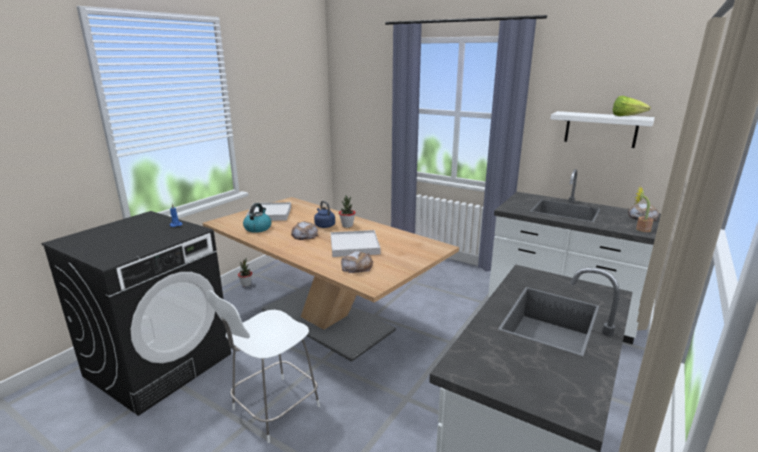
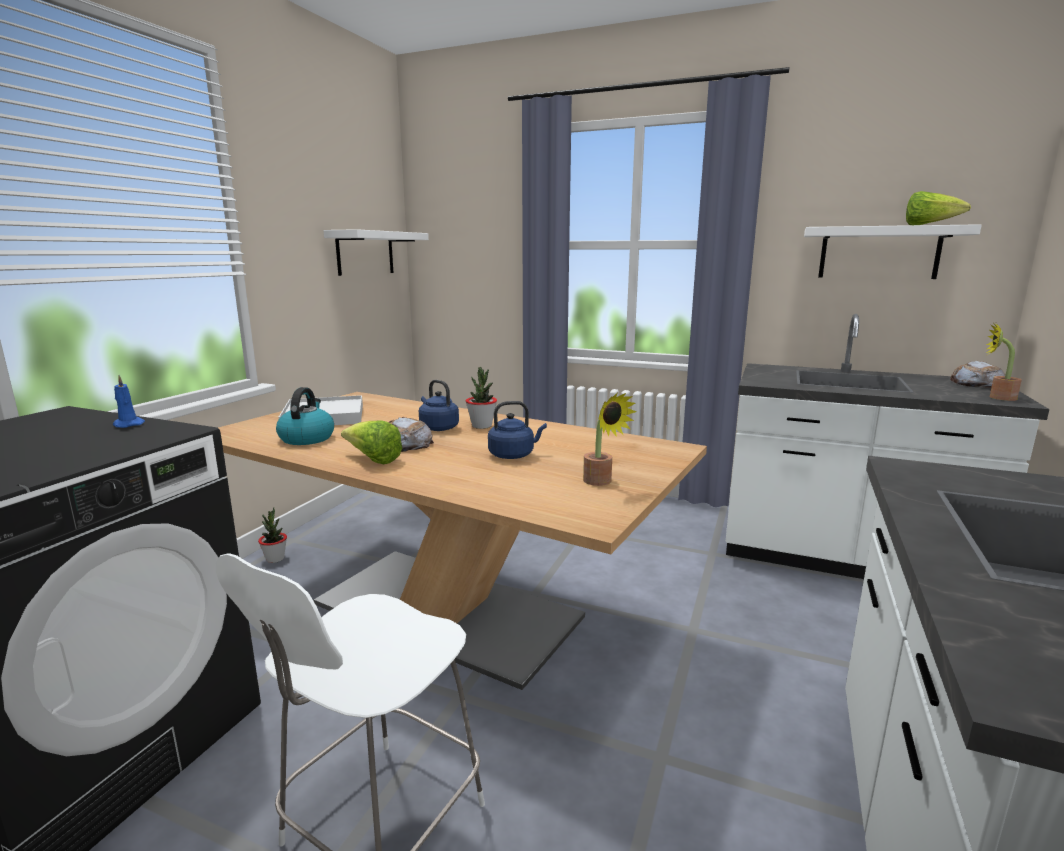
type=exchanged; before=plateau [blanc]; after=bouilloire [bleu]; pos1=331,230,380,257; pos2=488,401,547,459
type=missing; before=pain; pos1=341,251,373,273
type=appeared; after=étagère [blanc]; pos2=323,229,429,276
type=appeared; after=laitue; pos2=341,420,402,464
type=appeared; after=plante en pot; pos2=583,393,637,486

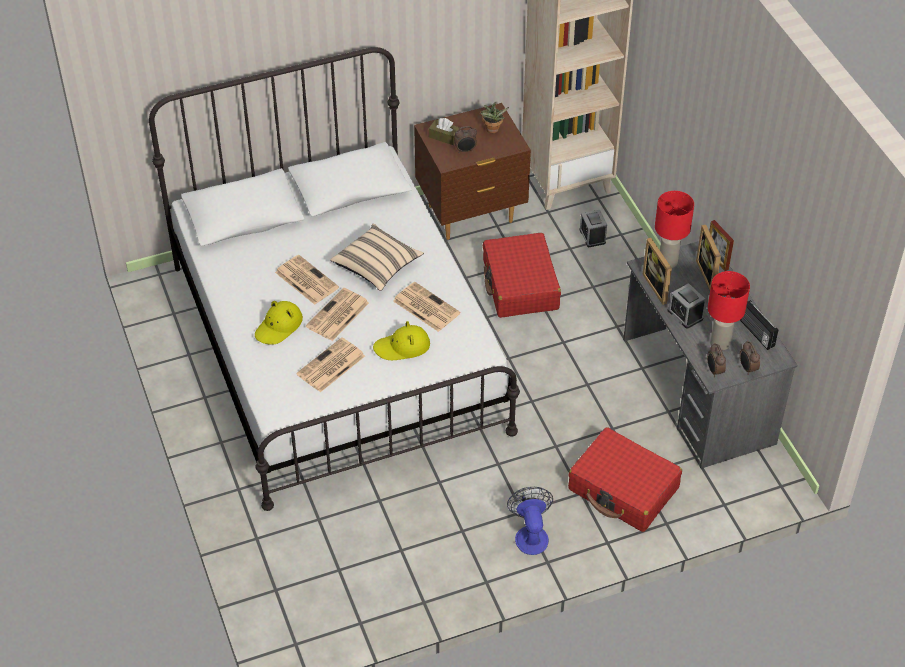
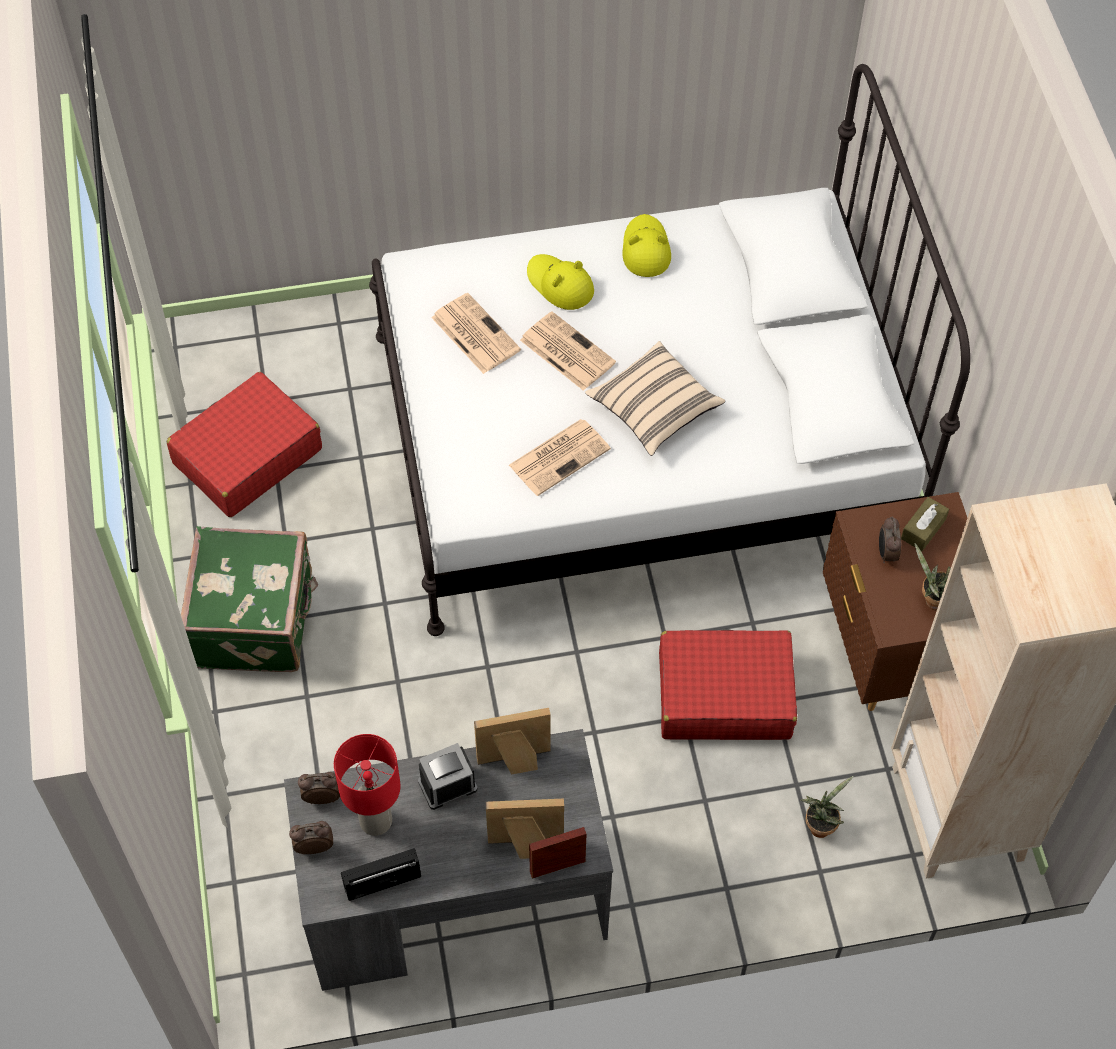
type=missing; before=journal; pos1=275,255,339,305
type=relocated; before=chapeau [jaune]; pos1=373,321,430,360; pos2=622,214,671,277
type=exchanged; before=ventilateur; after=valise [vert]; pos1=507,487,553,555; pos2=181,526,318,672
type=relocated; before=valise [rouge]; pos1=568,427,682,532; pos2=167,372,322,517
type=exchanged; before=réveil; after=plante en pot; pos1=579,210,607,247; pos2=800,776,854,838
type=missing; before=lampe de table [rouge]; pos1=655,191,694,268

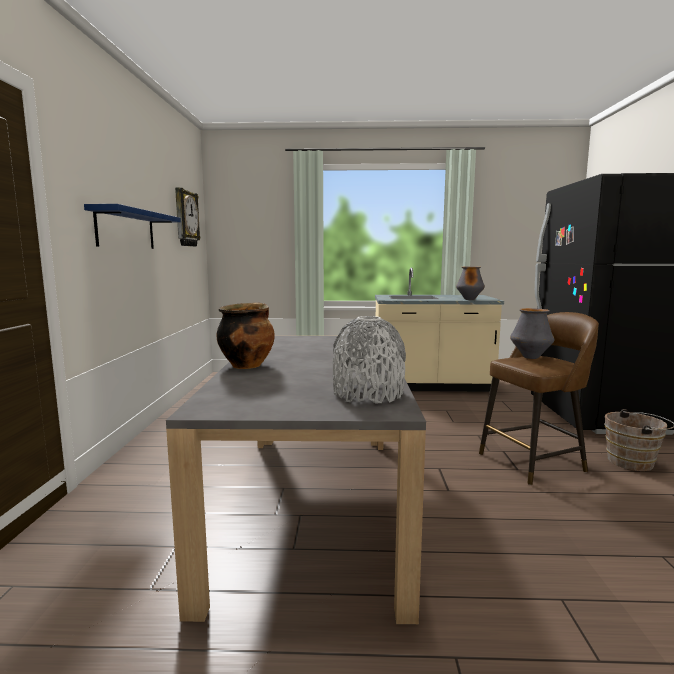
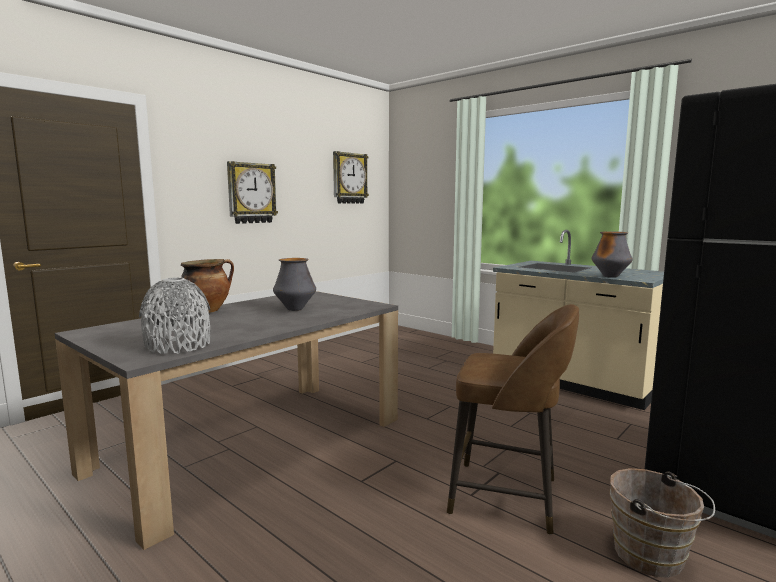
type=exchanged; before=étagère [bleu]; after=horloge murale; pos1=84,204,181,249; pos2=227,161,278,224
type=relocated; before=vase; pos1=510,308,554,359; pos2=273,258,316,311

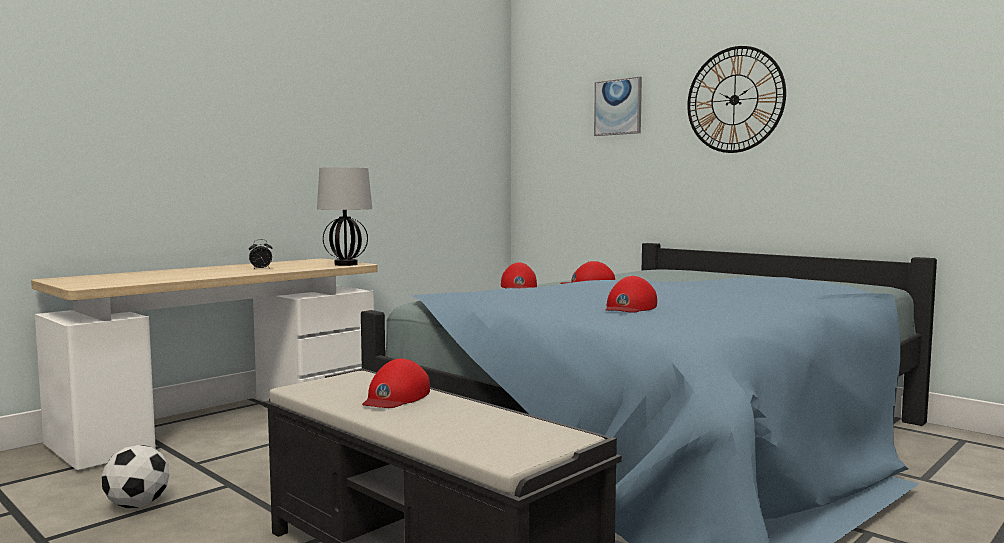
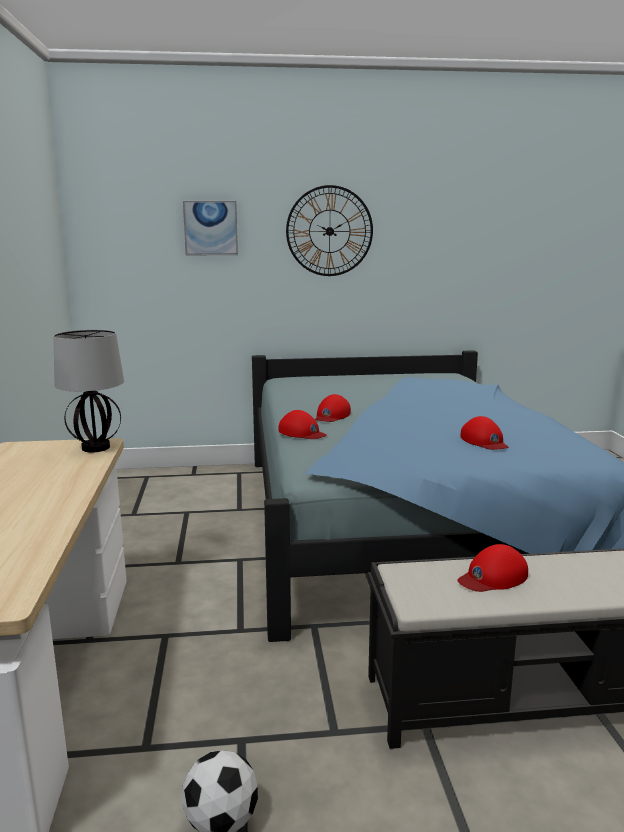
type=missing; before=réveil; pos1=249,239,272,269
type=spun; before=casquette [rouge]; pos1=362,359,430,408; pos2=457,544,528,592; turn=90

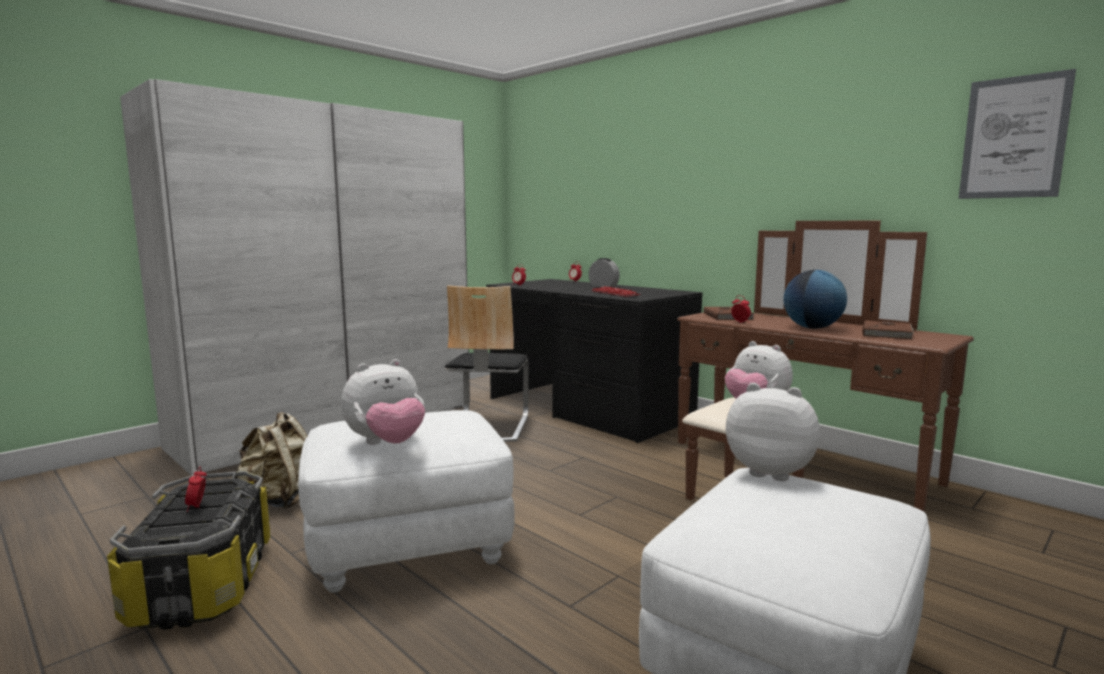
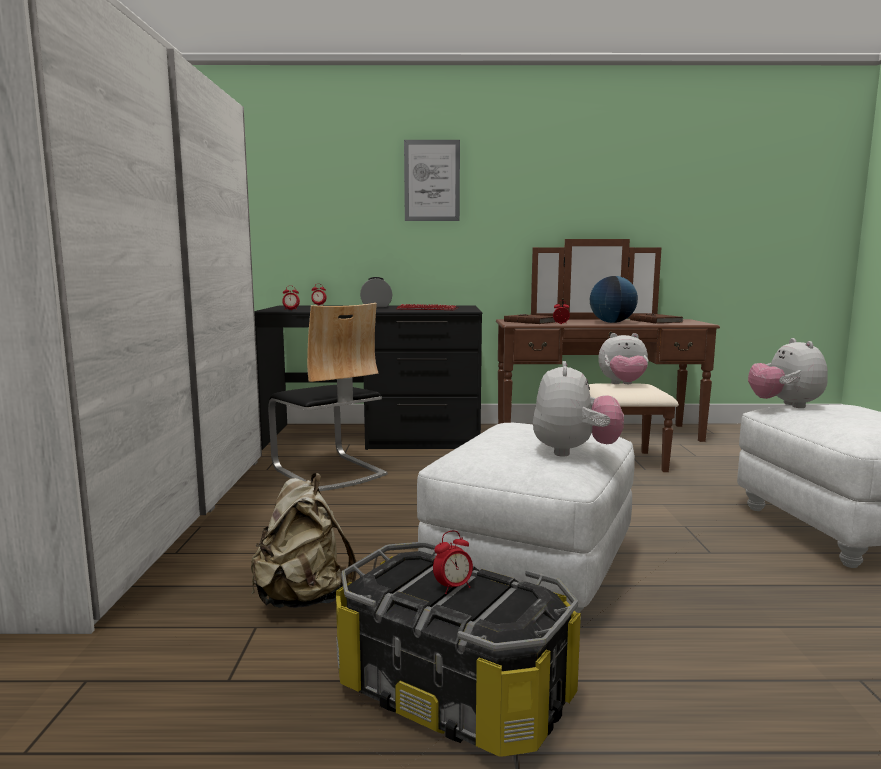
type=spun; before=réveil; pos1=185,466,207,512; pos2=433,530,473,594; turn=-60
type=spun; before=peluche; pos1=726,383,820,481; pos2=748,338,828,408; turn=-75
type=relocated; before=tableau; pos1=959,69,1076,199; pos2=404,140,460,221

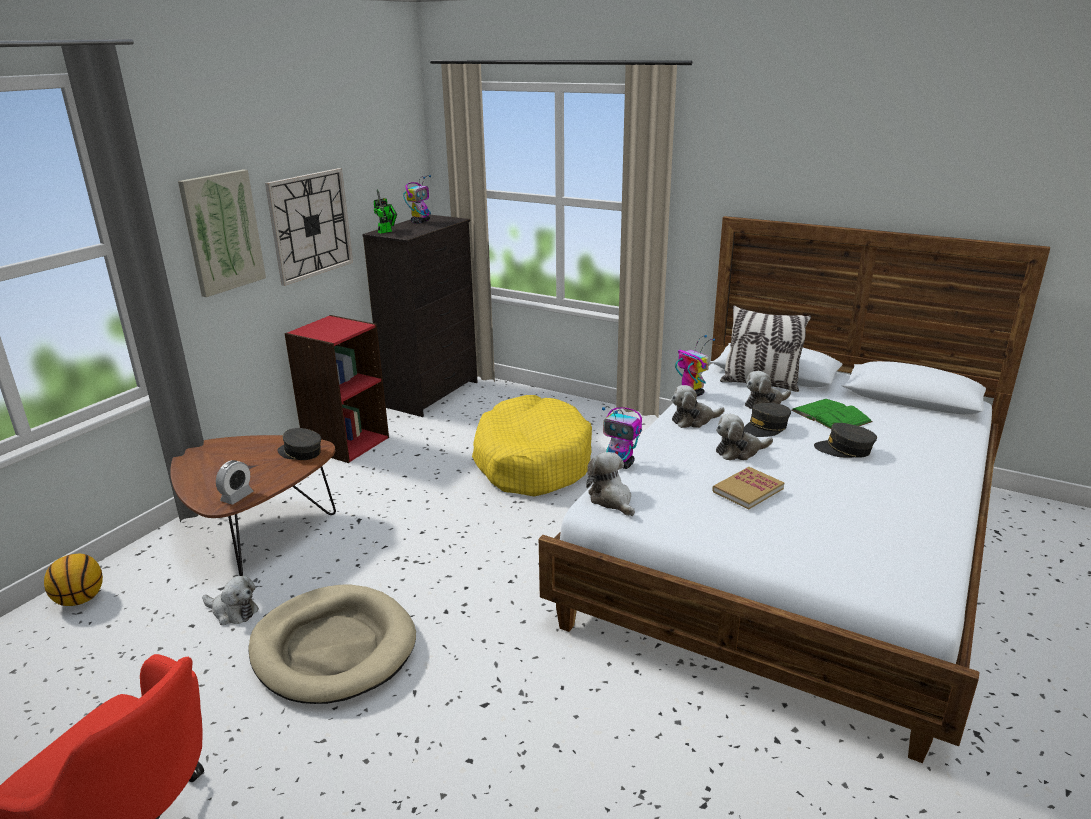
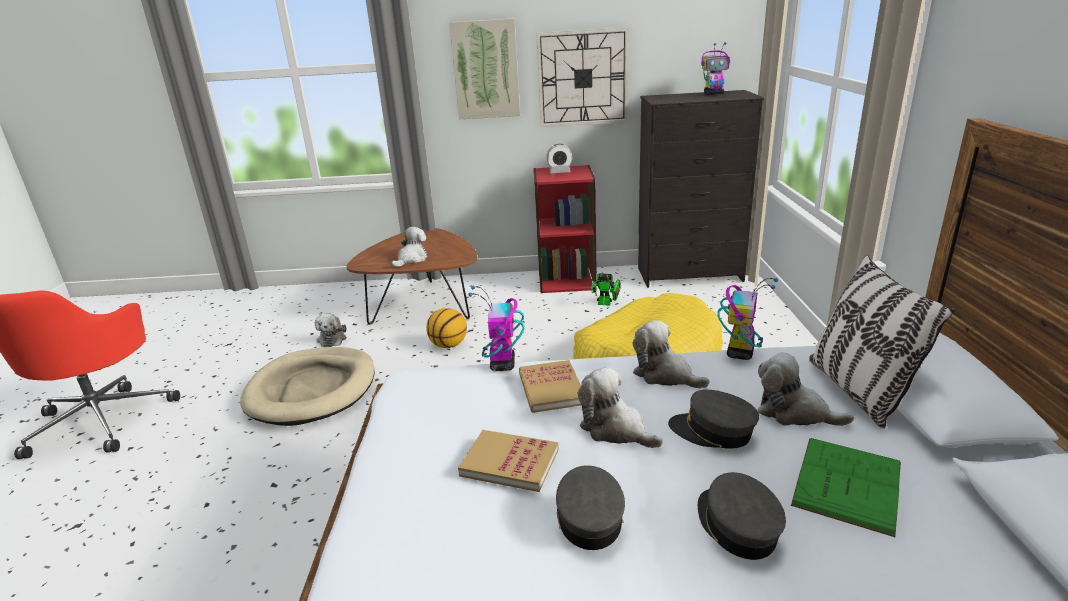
type=relocated; before=ballon de basket; pos1=44,554,103,606; pos2=426,308,467,348
type=relocated; before=réveil; pos1=216,460,253,504; pos2=546,144,572,173
type=relocated; before=casquette [gris]; pos1=277,428,321,460; pos2=556,465,625,550
type=relocated; before=robot jouet; pos1=374,189,397,234; pos2=588,268,621,306
type=relocated; before=peluche; pos1=586,452,635,516; pos2=391,227,427,267
type=appeared; after=livre; pos2=519,360,581,413

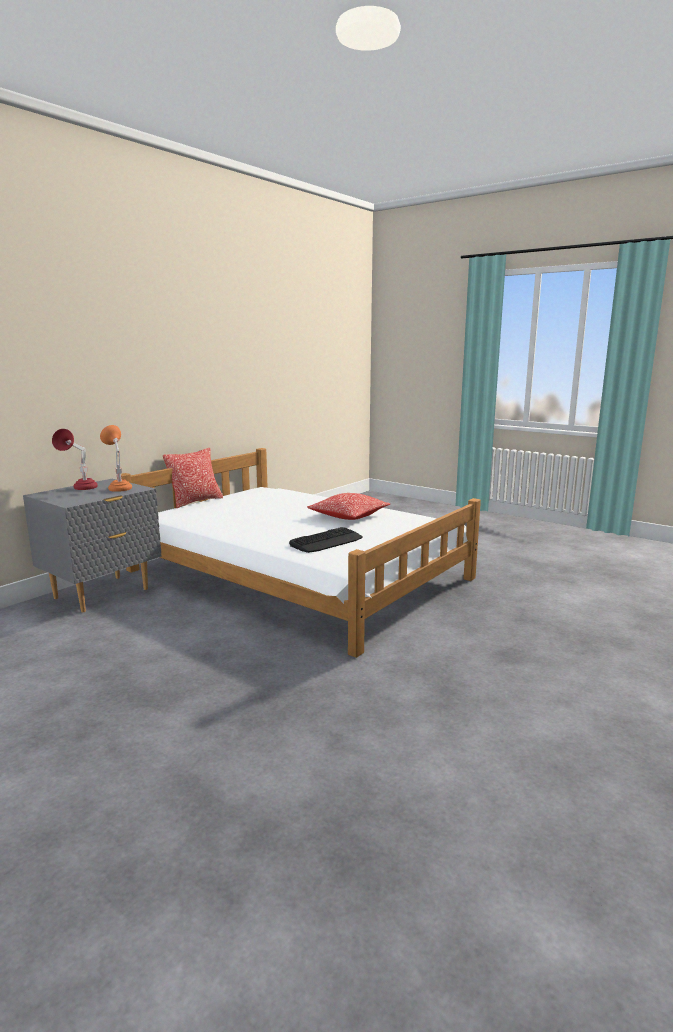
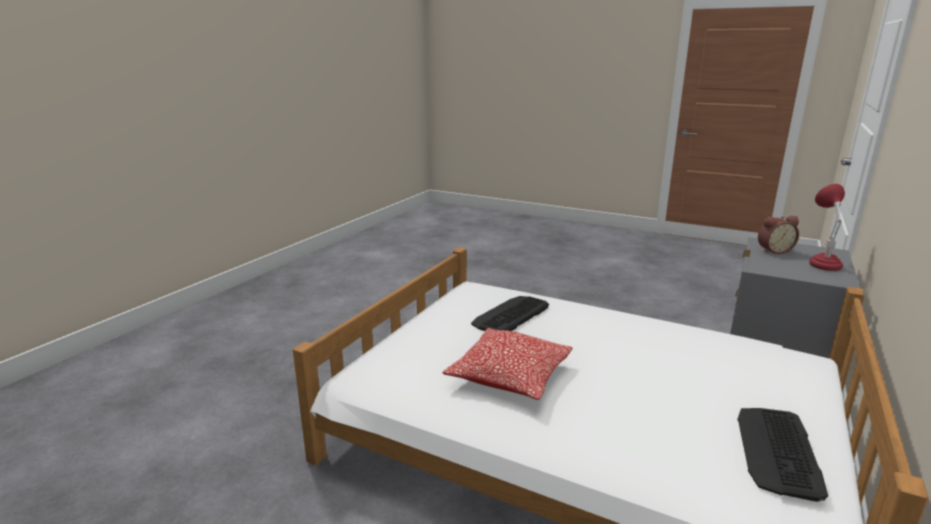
type=missing; before=lampe de table [orange]; pos1=100,425,132,492
type=missing; before=coussin; pos1=163,448,223,508
type=appeared; after=clavier; pos2=737,408,828,502
type=appeared; after=réveil; pos2=758,216,799,254

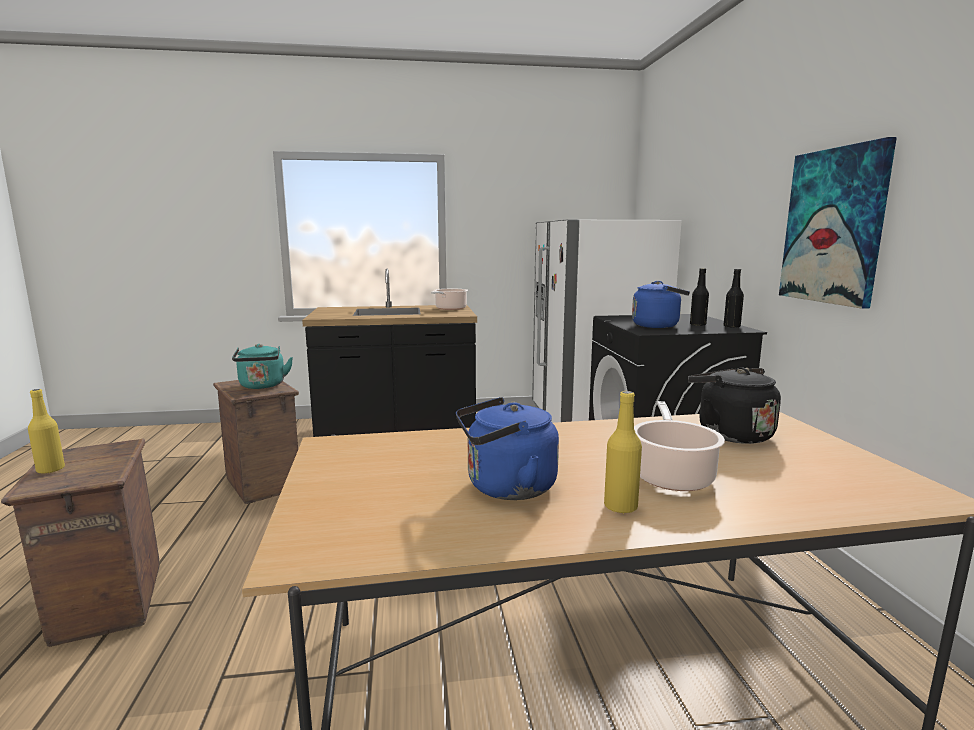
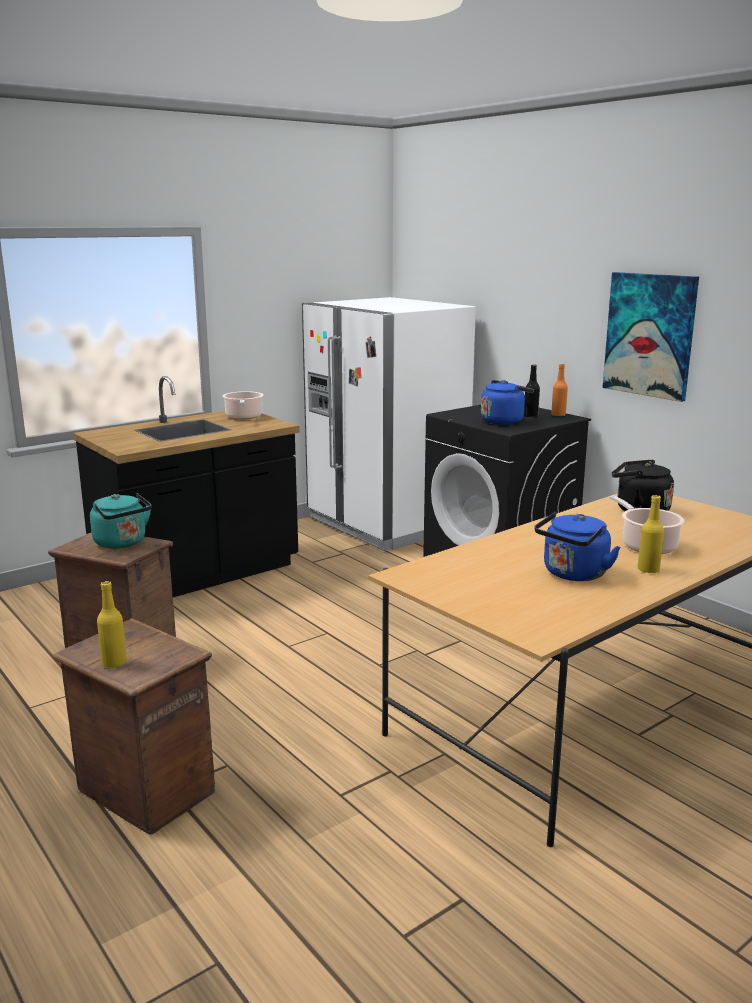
type=colour; before=bouteille [noir]; after=bouteille [orange]; pos1=723,269,744,328; pos2=551,364,568,417

